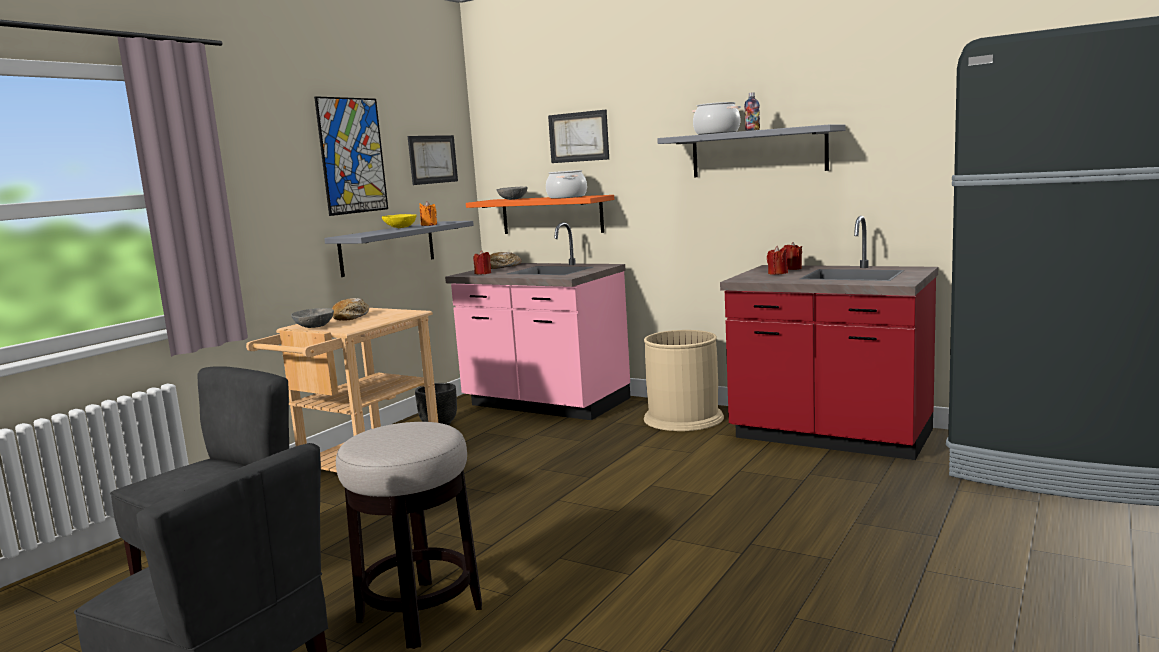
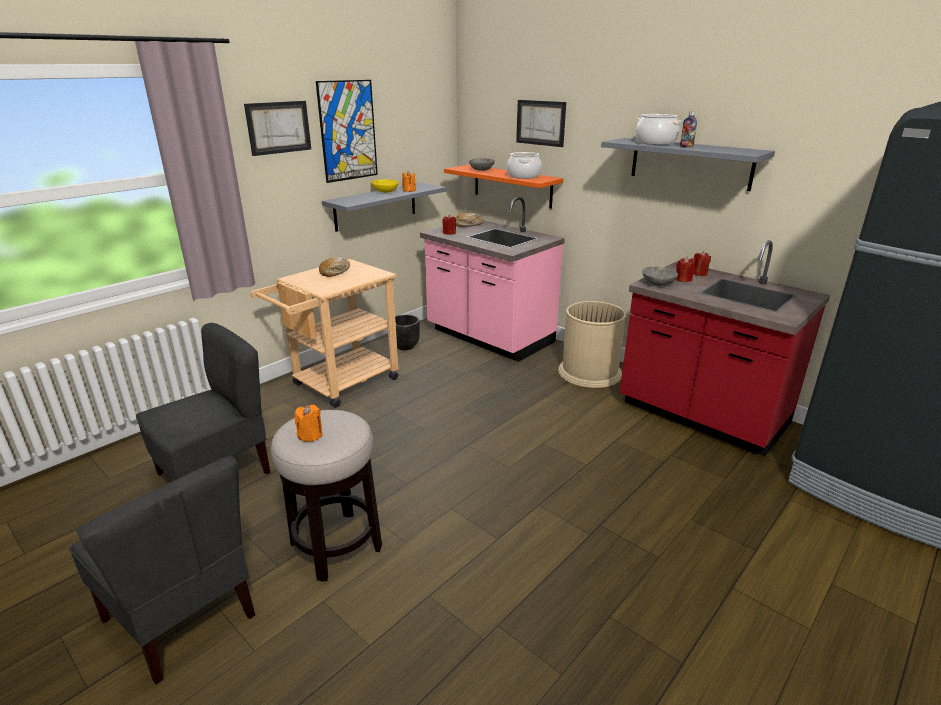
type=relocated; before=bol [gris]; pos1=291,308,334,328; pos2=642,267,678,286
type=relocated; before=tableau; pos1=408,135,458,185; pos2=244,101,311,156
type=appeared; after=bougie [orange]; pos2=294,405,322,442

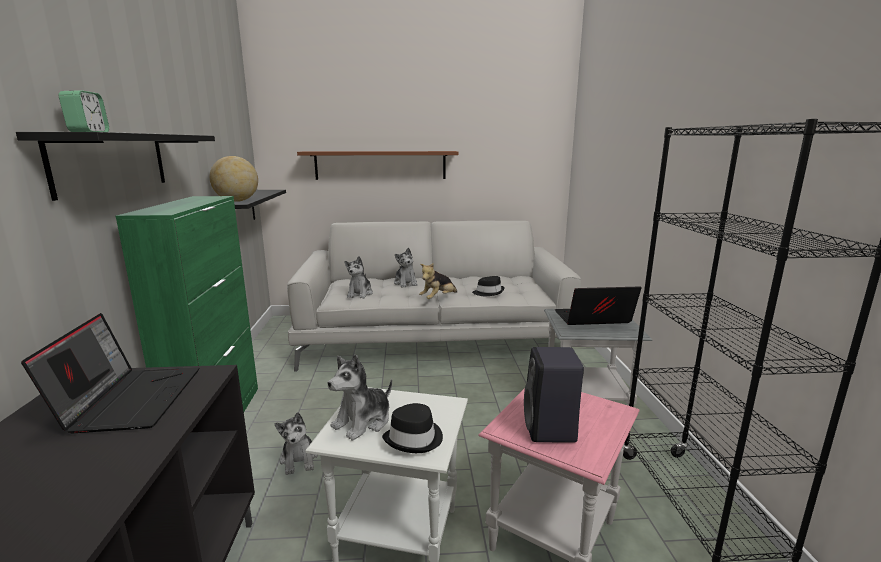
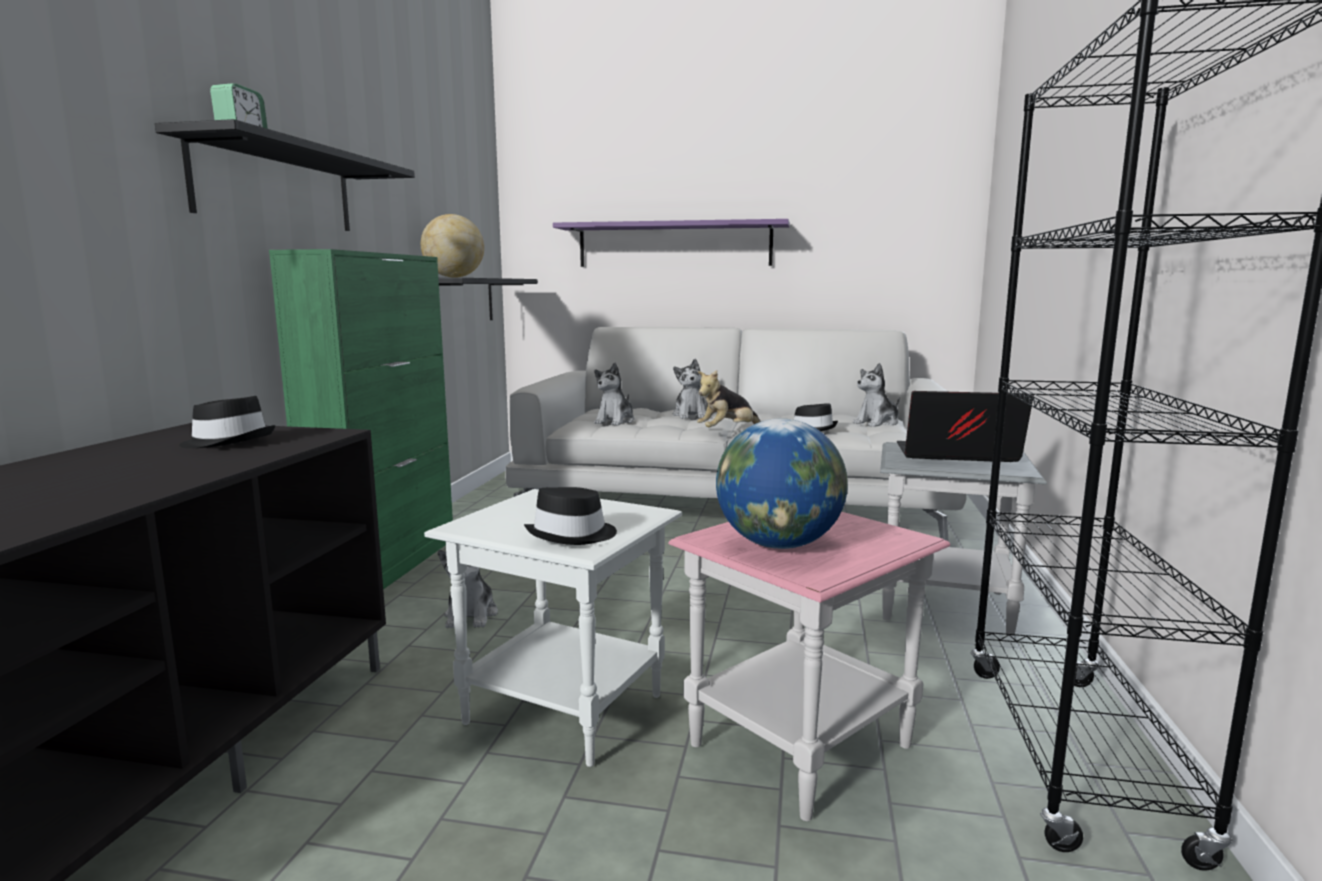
type=exchanged; before=ordinateur portable; after=chapeau [noir]; pos1=21,313,199,433; pos2=179,396,275,449
type=colour; before=étagère [marron]; after=étagère [violet]; pos1=297,151,459,180; pos2=553,219,790,267
type=relocated; before=peluche; pos1=328,355,392,441; pos2=853,363,900,427
type=exchanged; before=enceinte [noir]; after=globe; pos1=524,347,584,443; pos2=716,419,848,549

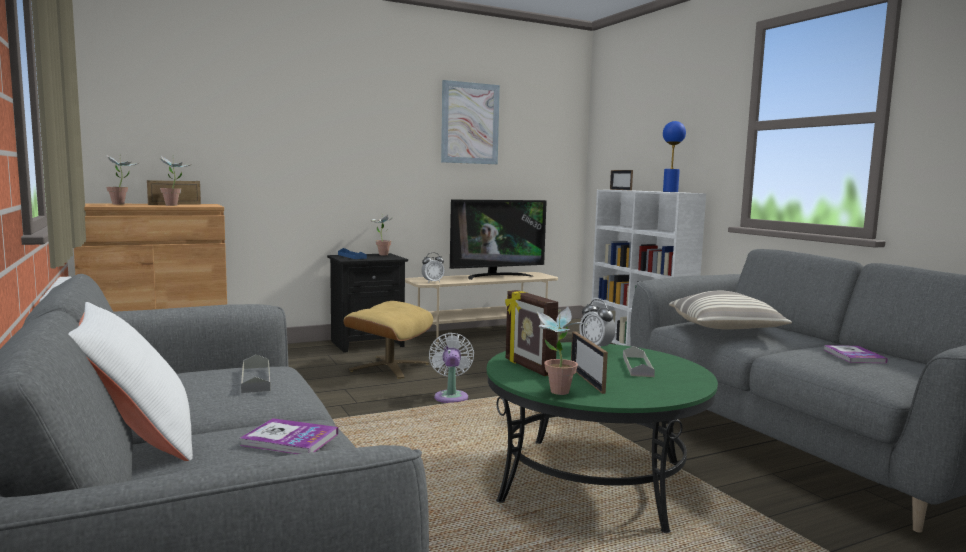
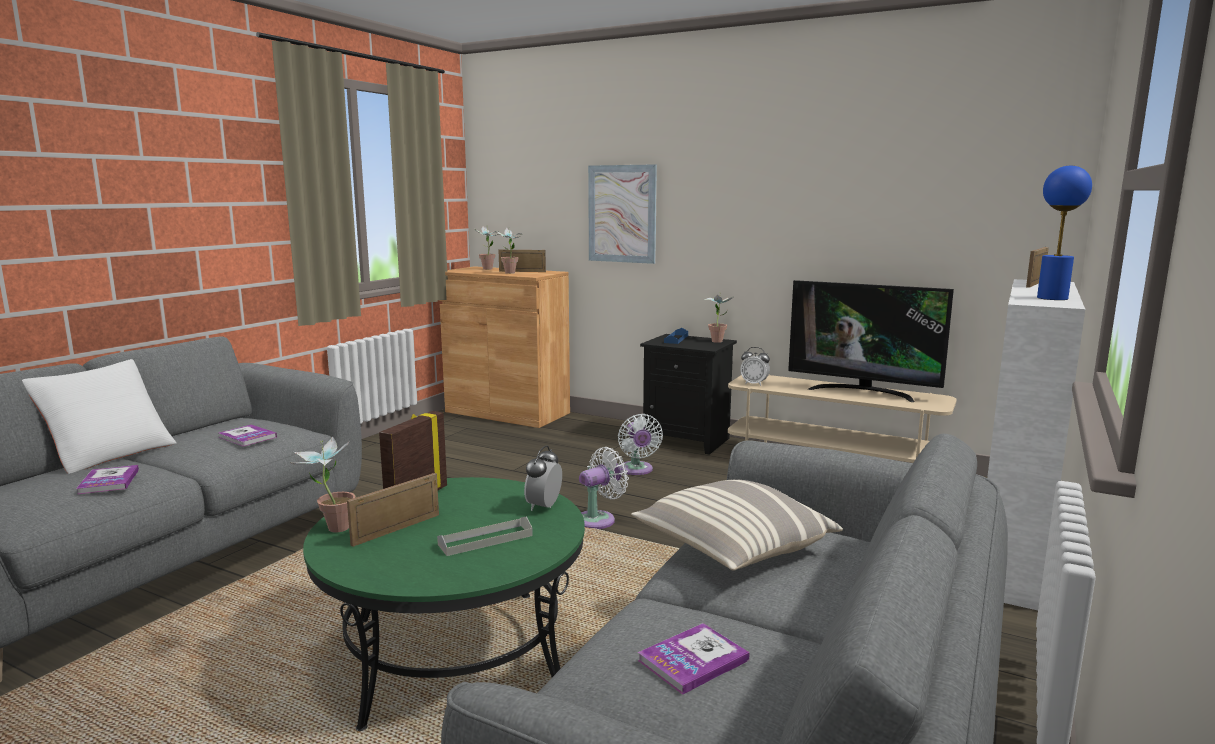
type=exchanged; before=plateau [gris]; after=livre; pos1=241,354,270,393; pos2=218,425,277,447
type=exchanged; before=pouf [beige]; after=ventilateur [blanc]; pos1=344,301,433,379; pos2=618,414,663,475
type=relocated; before=tableau; pos1=441,80,500,164; pos2=588,164,657,264

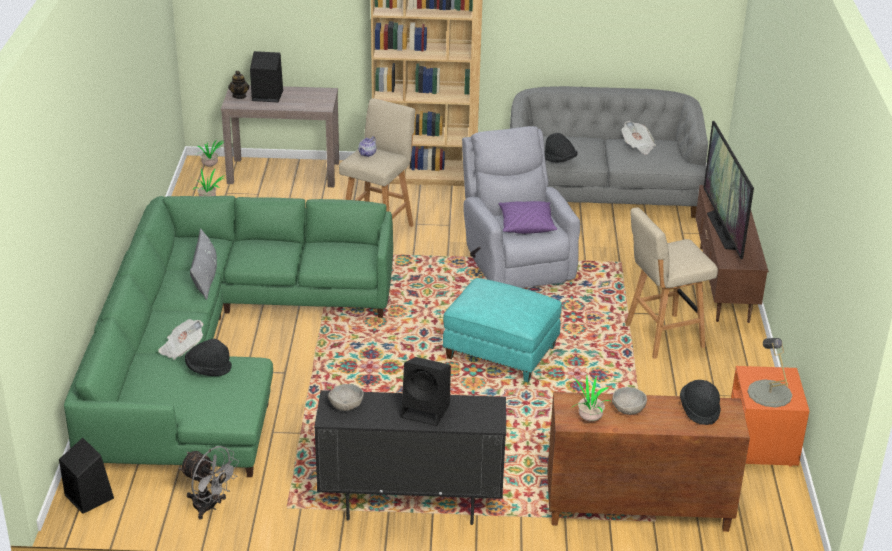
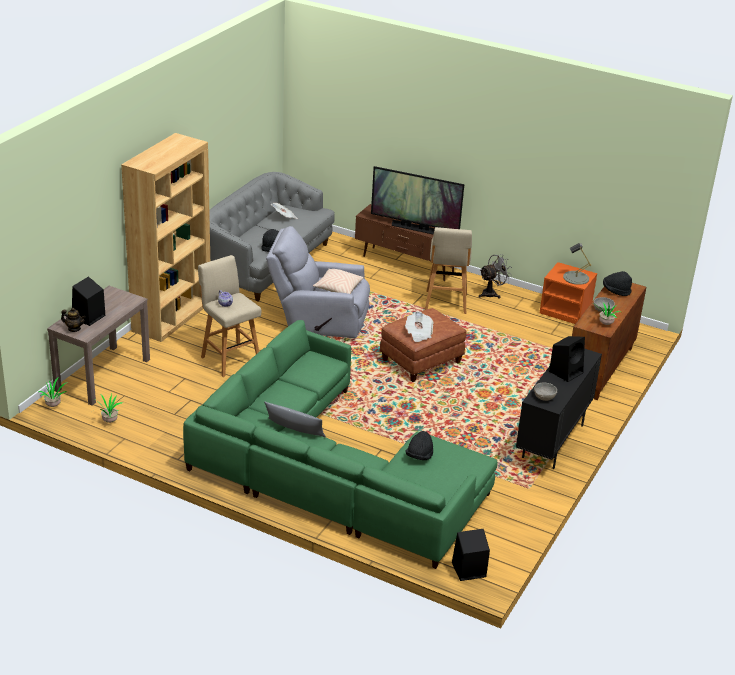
type=relocated; before=journal; pos1=159,319,204,360; pos2=405,311,433,342
type=relocated; before=ventilateur [gris]; pos1=179,446,239,520; pos2=479,254,512,298
type=colour; before=pouf [turquoise]; after=pouf [marron]; pos1=442,278,562,382; pos2=380,308,466,382
type=colour; before=coussin [violet]; after=coussin [beige]; pos1=499,201,557,234; pos2=313,269,363,294

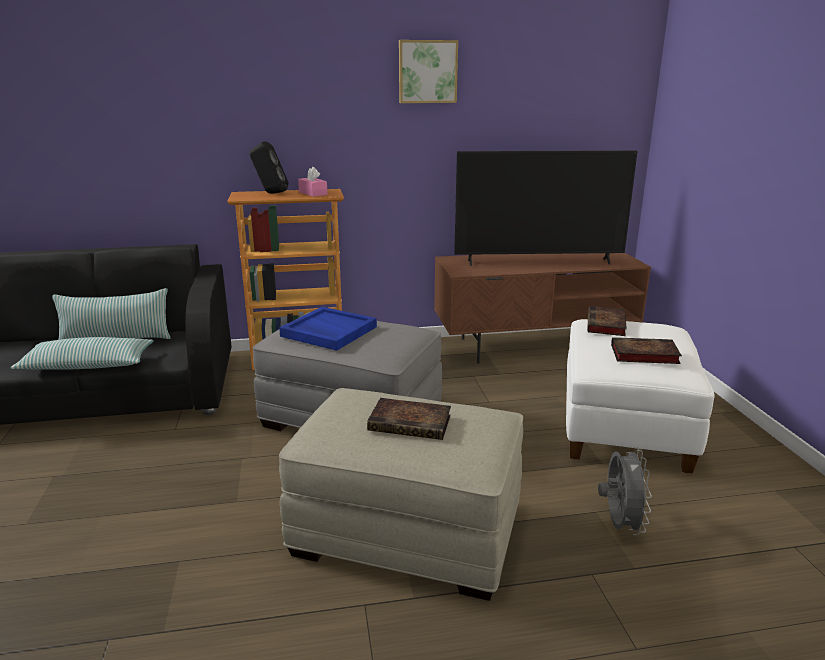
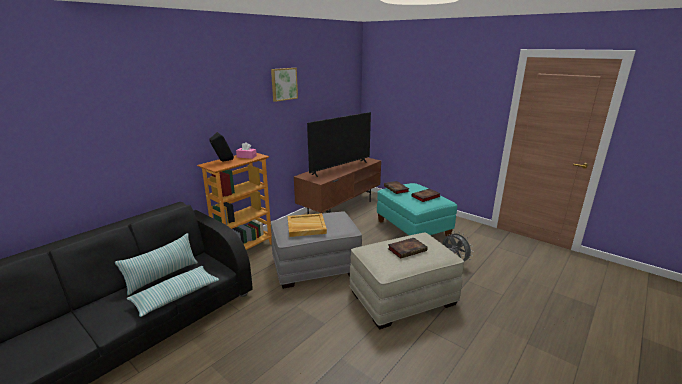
type=colour; before=plateau [bleu]; after=plateau [beige]; pos1=279,307,377,351; pos2=288,213,327,237
type=colour; before=pouf [blanc]; after=pouf [turquoise]; pos1=566,319,715,473; pos2=377,183,457,236

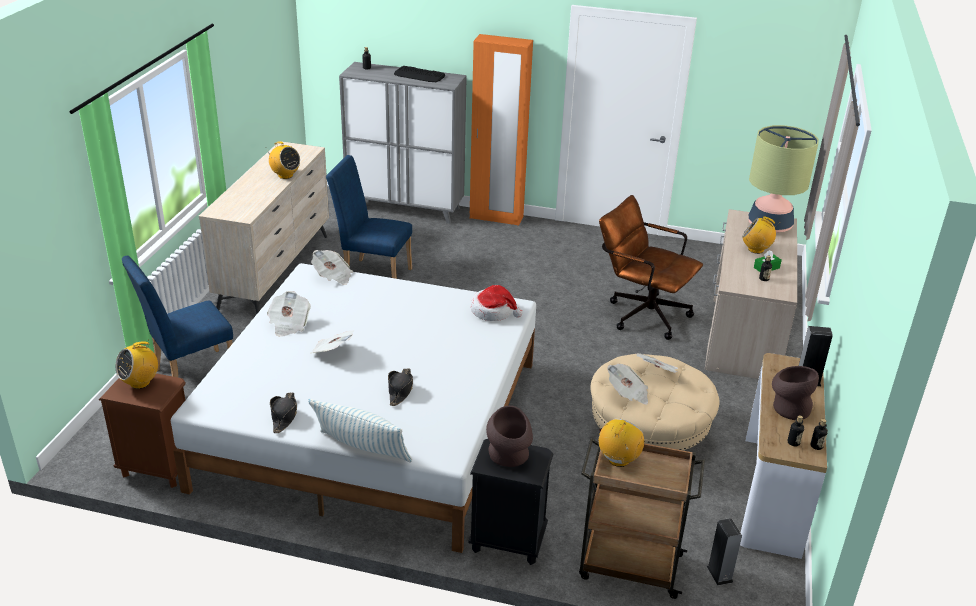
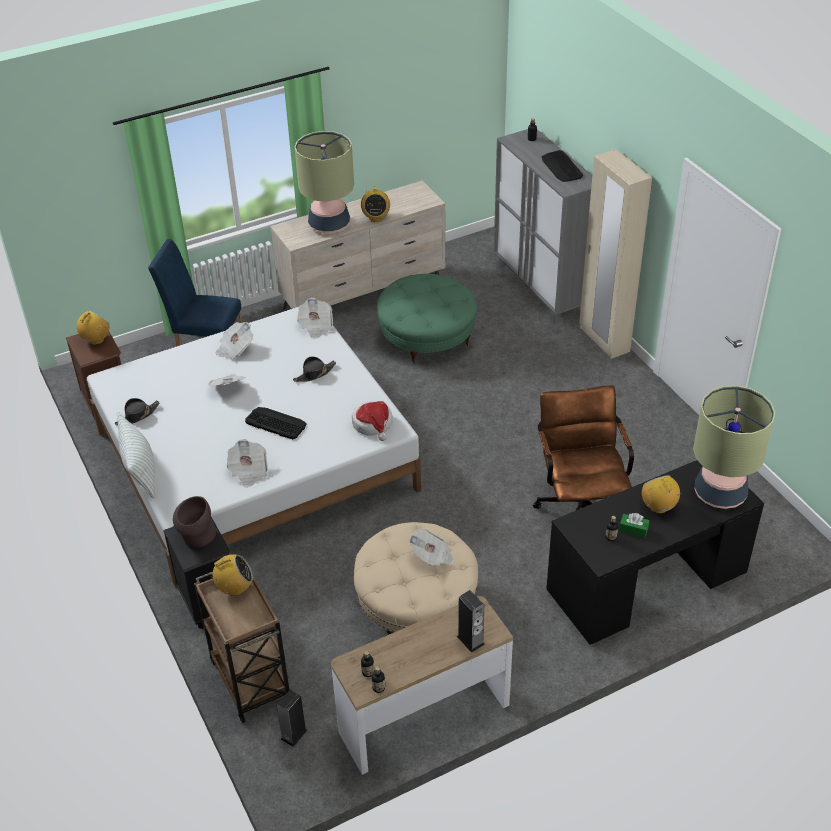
type=spun; before=radio; pos1=115,339,158,389; pos2=77,311,110,345; turn=120
type=exchanged; before=chaise [bleu]; after=pouf [vert]; pos1=326,155,412,279; pos2=377,274,477,364
type=relocated; before=chapeau [noir]; pos1=388,369,413,406; pos2=293,357,336,382
type=colour; before=armoire [orange]; after=armoire [beige]; pos1=470,34,533,226; pos2=579,149,652,359
type=relocated; before=journal; pos1=607,364,648,405; pos2=227,439,268,488
type=colour; before=bureau [beige]; after=bureau [noir]; pos1=705,209,797,379; pos2=546,460,764,645
type=missing; before=vase [marron]; pos1=772,366,819,420
type=appeared; after=clavier; pos2=245,407,307,439
type=appeared; after=lampe de table; pos2=294,131,354,233

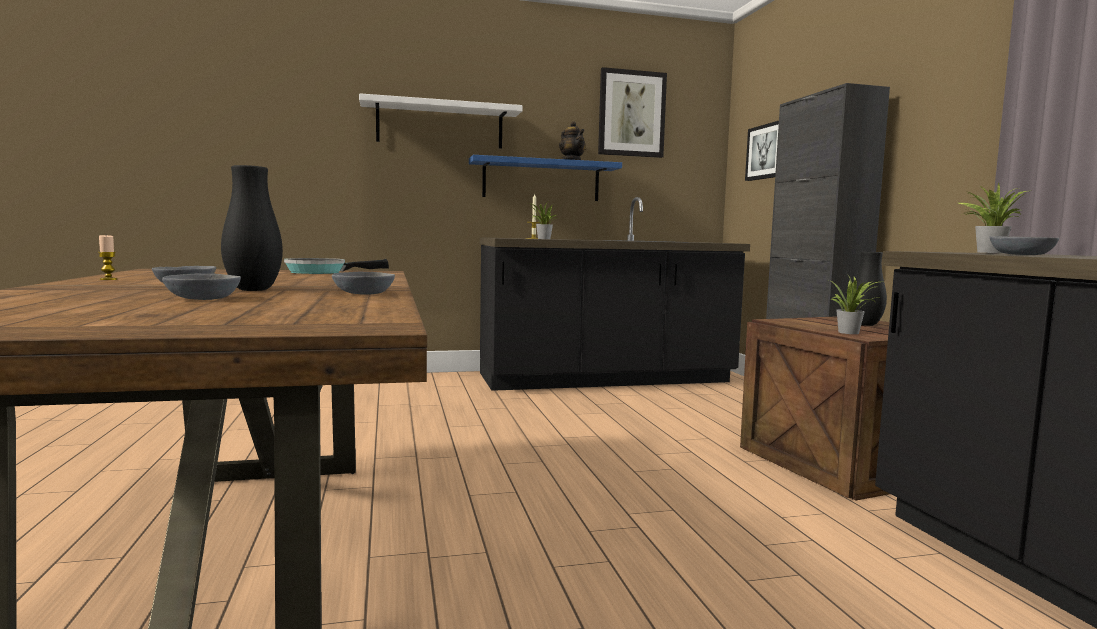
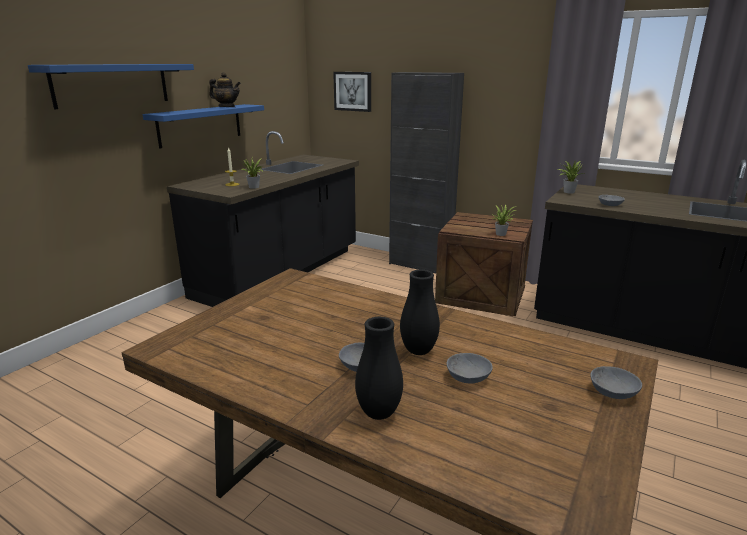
type=missing; before=bougie; pos1=98,235,117,280
type=missing; before=poêle; pos1=284,258,389,274
type=relocated; before=bol [gris]; pos1=332,272,395,295; pos2=590,366,642,399
type=colour; before=étagère [blanc]; after=étagère [bleu]; pos1=359,93,523,149; pos2=28,64,194,109
type=missing; before=tableau; pos1=598,67,667,158
type=relocated; before=vase [noir]; pos1=855,252,887,326; pos2=355,317,403,420

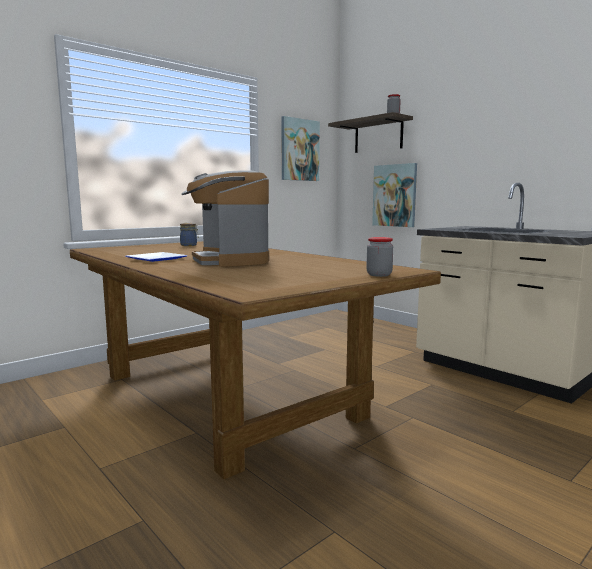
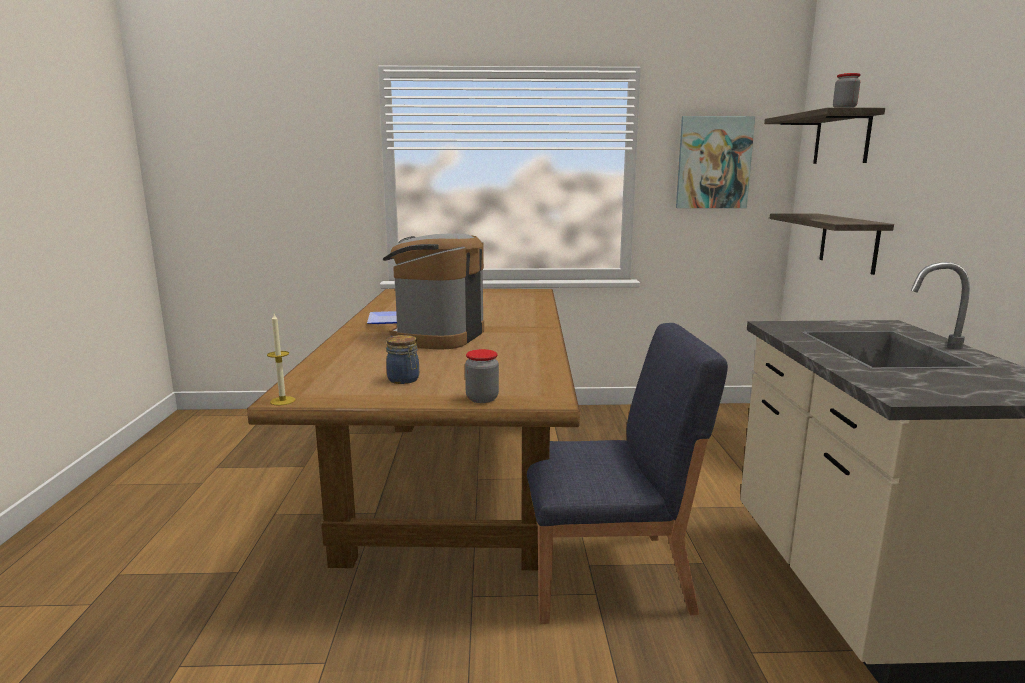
type=relocated; before=bocal; pos1=180,223,199,246; pos2=386,335,419,384
type=exchanged; before=tableau; after=étagère; pos1=372,163,417,227; pos2=770,213,894,275
type=appeared; after=bougie; pos2=267,314,296,406
type=appeared; after=chaise [bleu]; pos2=527,323,728,624

